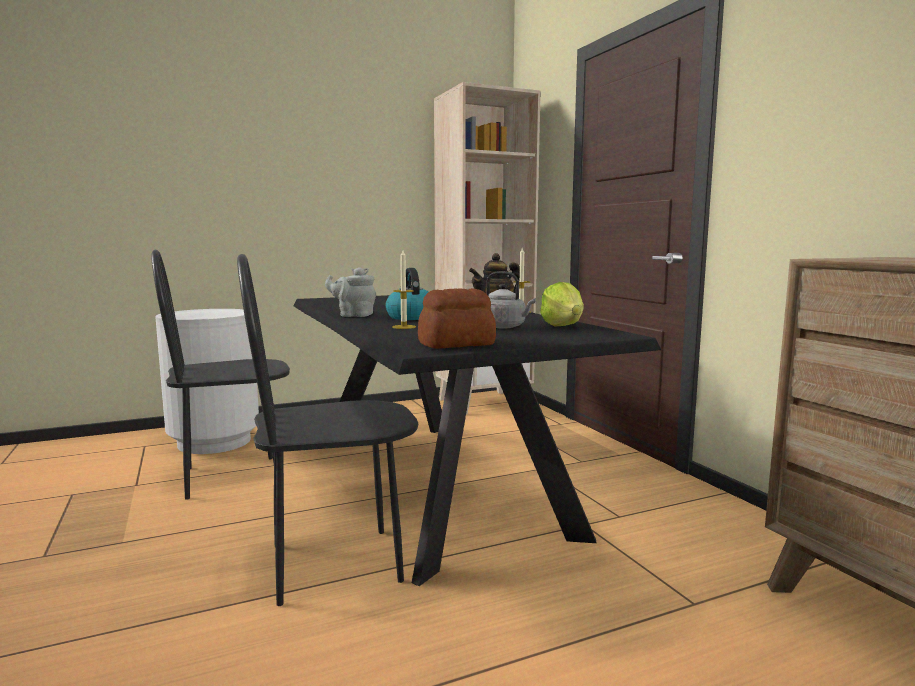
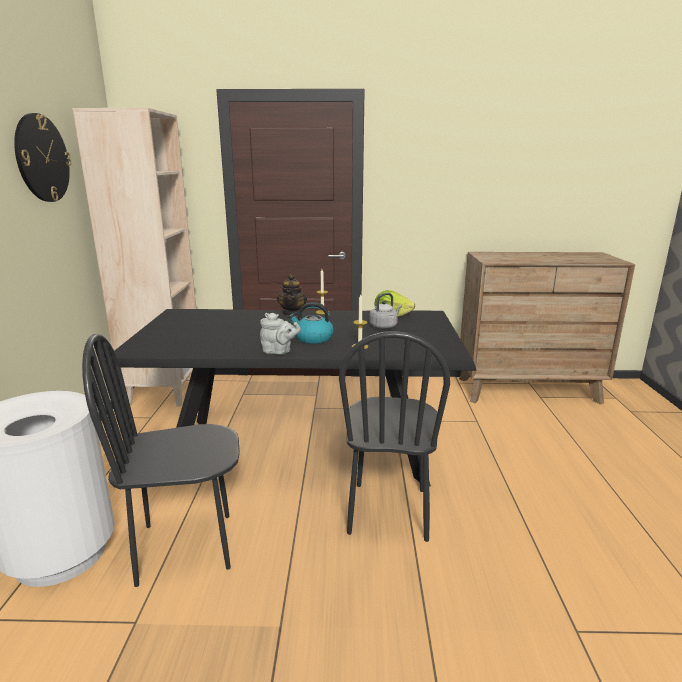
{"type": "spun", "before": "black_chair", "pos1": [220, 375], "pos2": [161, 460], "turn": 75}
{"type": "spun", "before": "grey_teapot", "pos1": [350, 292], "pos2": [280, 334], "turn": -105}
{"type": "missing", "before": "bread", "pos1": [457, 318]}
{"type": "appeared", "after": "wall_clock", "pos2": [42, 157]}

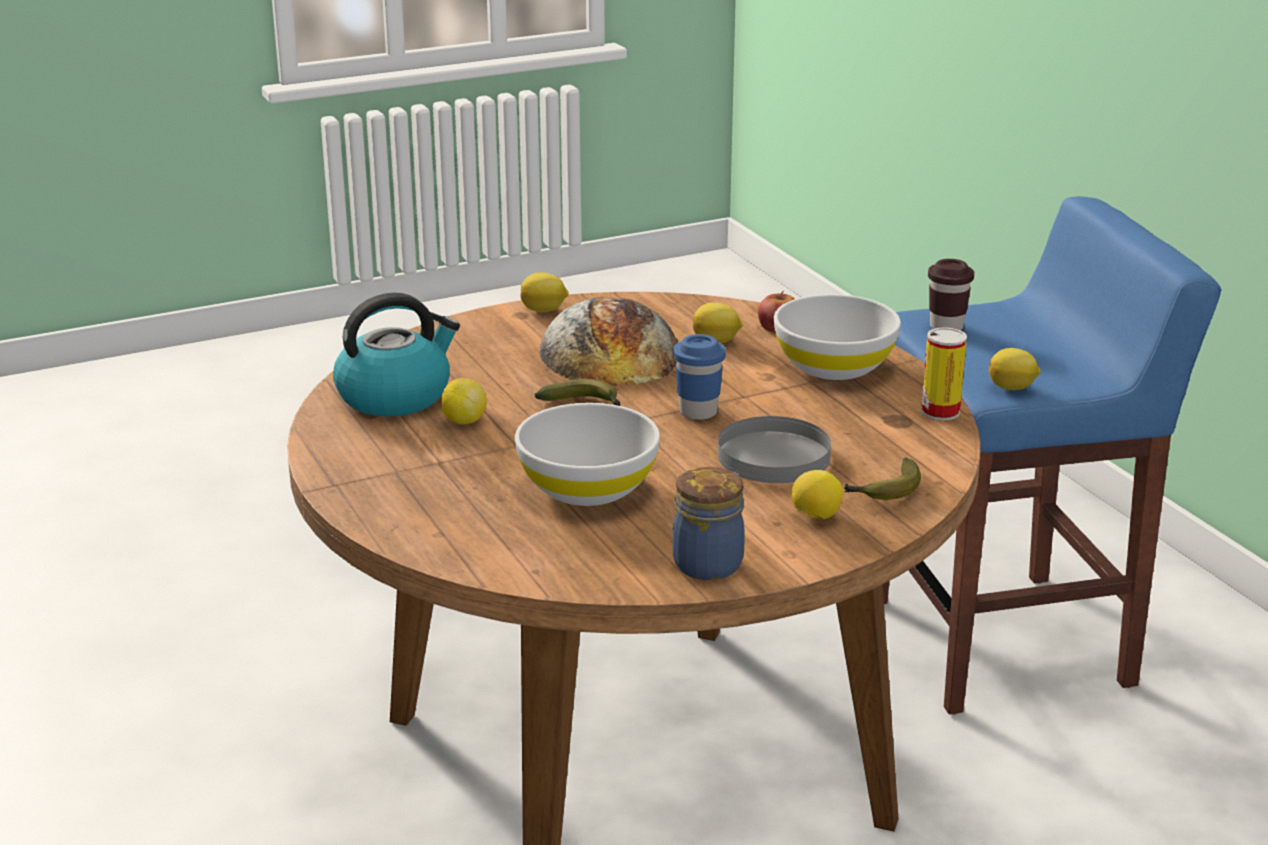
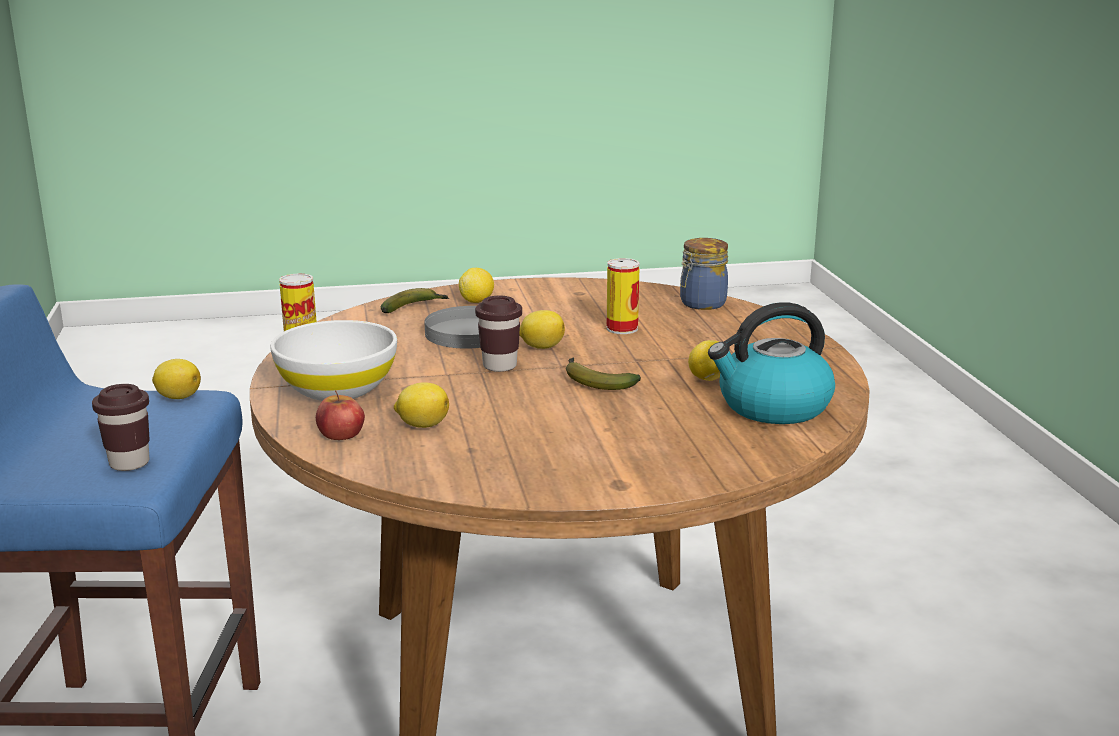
{"type": "exchanged", "before": "white_bowl", "after": "can", "pos1": [587, 454], "pos2": [623, 296]}
{"type": "relocated", "before": "lemon", "pos1": [544, 292], "pos2": [542, 329]}
{"type": "missing", "before": "bread", "pos1": [609, 341]}
{"type": "colour", "before": "blue_cup", "after": "brown_cup", "pos1": [699, 377], "pos2": [498, 334]}
{"type": "relocated", "before": "jar", "pos1": [709, 523], "pos2": [704, 274]}

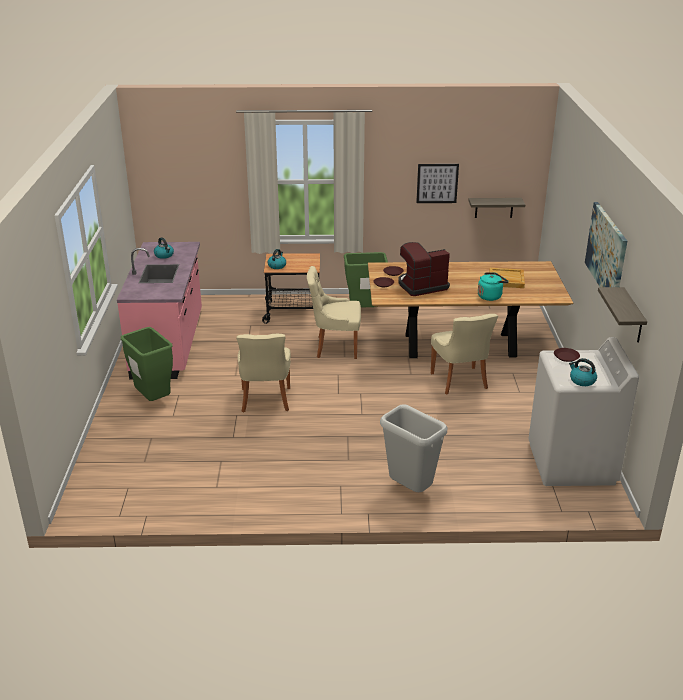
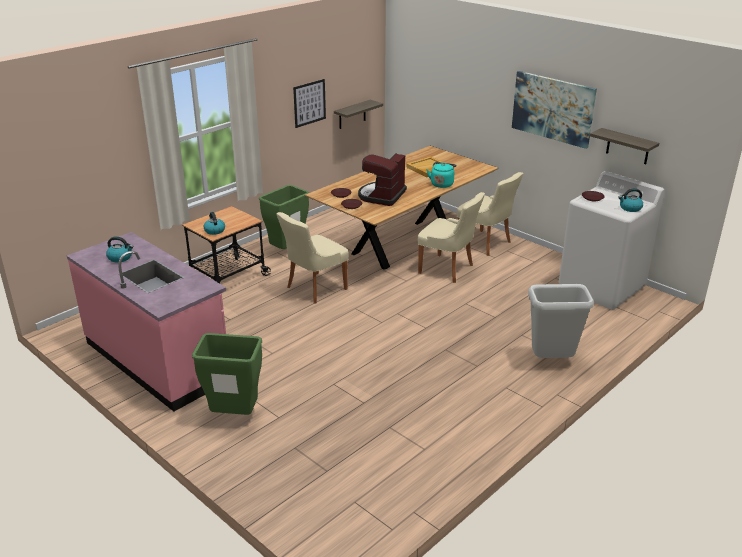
{"type": "relocated", "before": "beige_chair", "pos1": [264, 373], "pos2": [490, 214]}

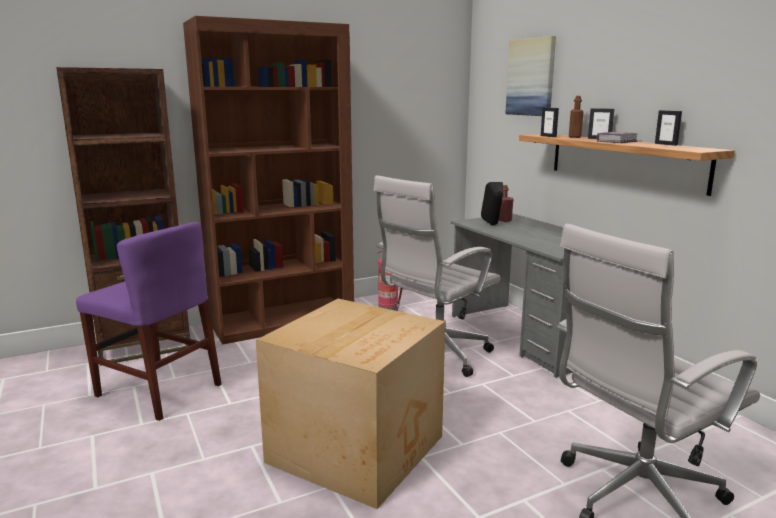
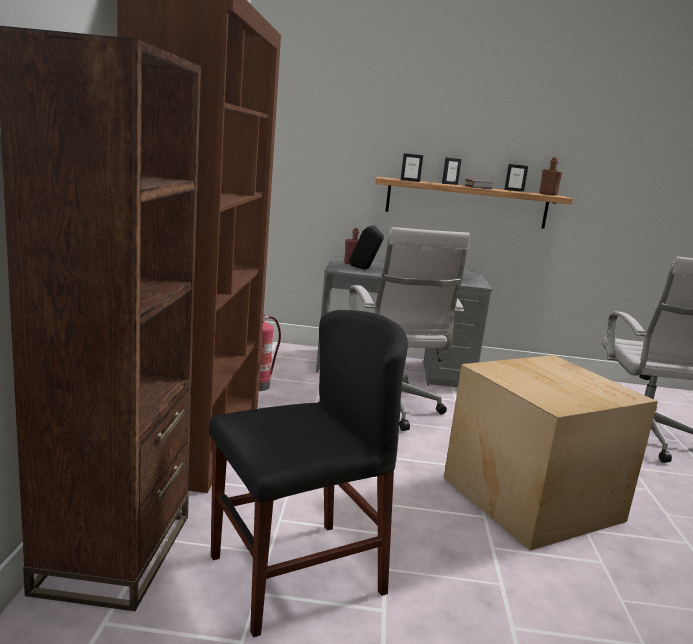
{"type": "colour", "before": "purple_chair", "after": "black_chair", "pos1": [148, 321], "pos2": [308, 473]}
{"type": "missing", "before": "picture", "pos1": [530, 76]}
{"type": "relocated", "before": "brown_bottle", "pos1": [576, 117], "pos2": [550, 176]}

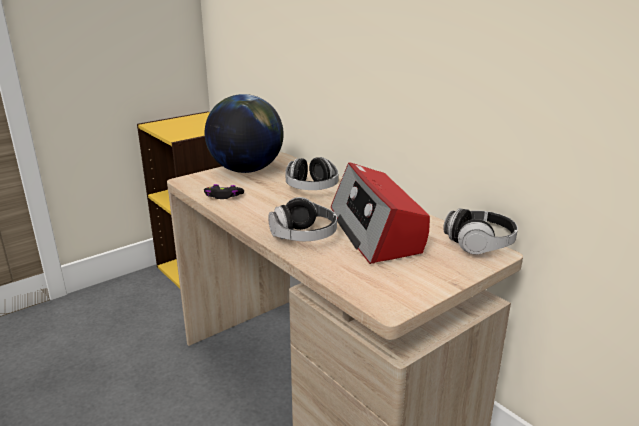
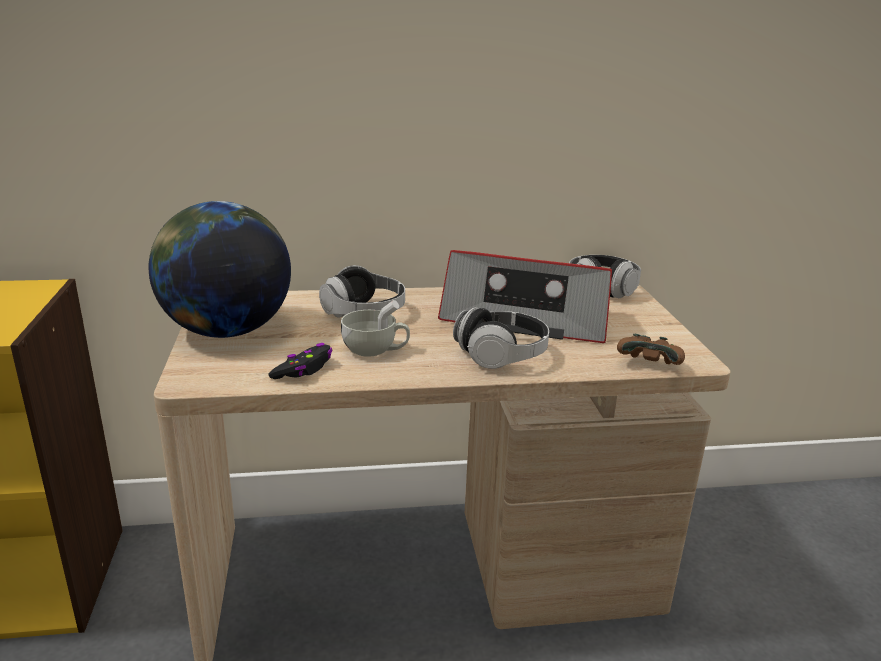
{"type": "appeared", "after": "white_cup", "pos2": [375, 328]}
{"type": "appeared", "after": "brown_game_controller", "pos2": [651, 349]}

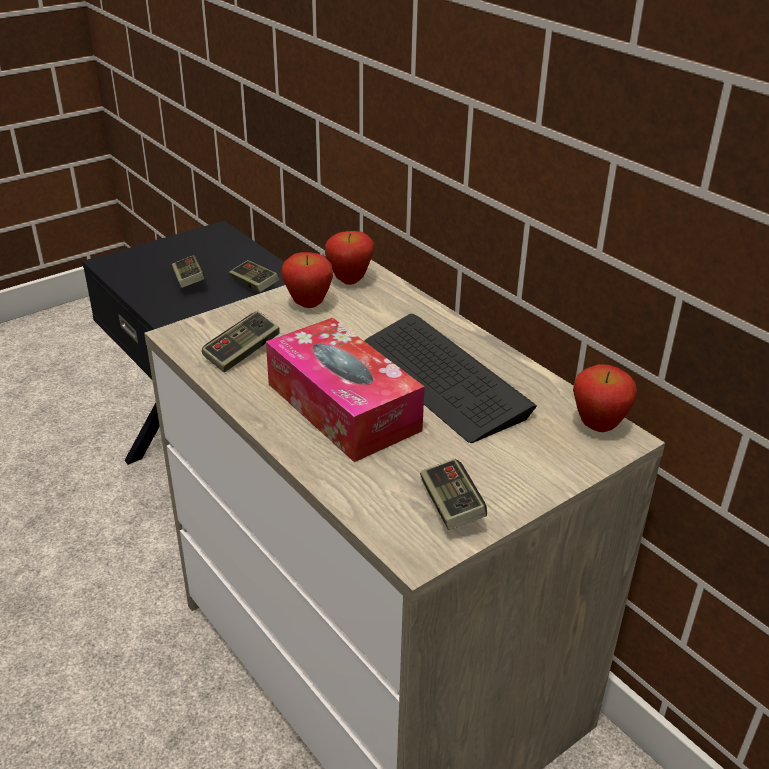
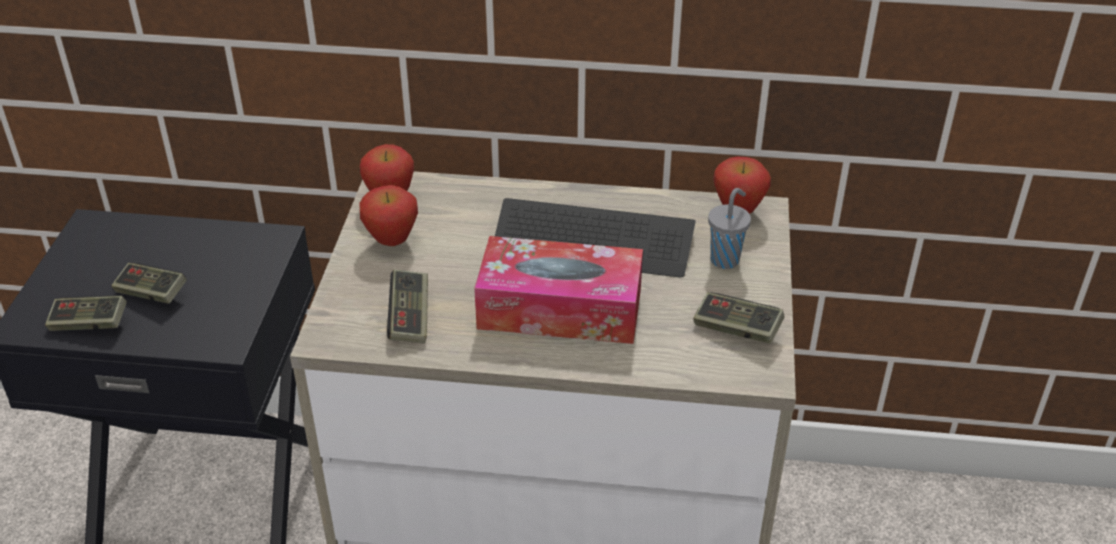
{"type": "relocated", "before": "game_controller", "pos1": [254, 276], "pos2": [86, 313]}
{"type": "appeared", "after": "grey_cup", "pos2": [729, 228]}

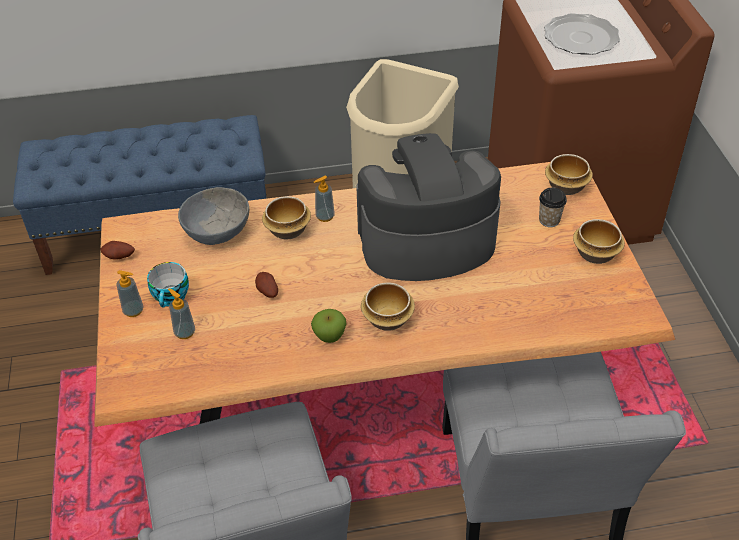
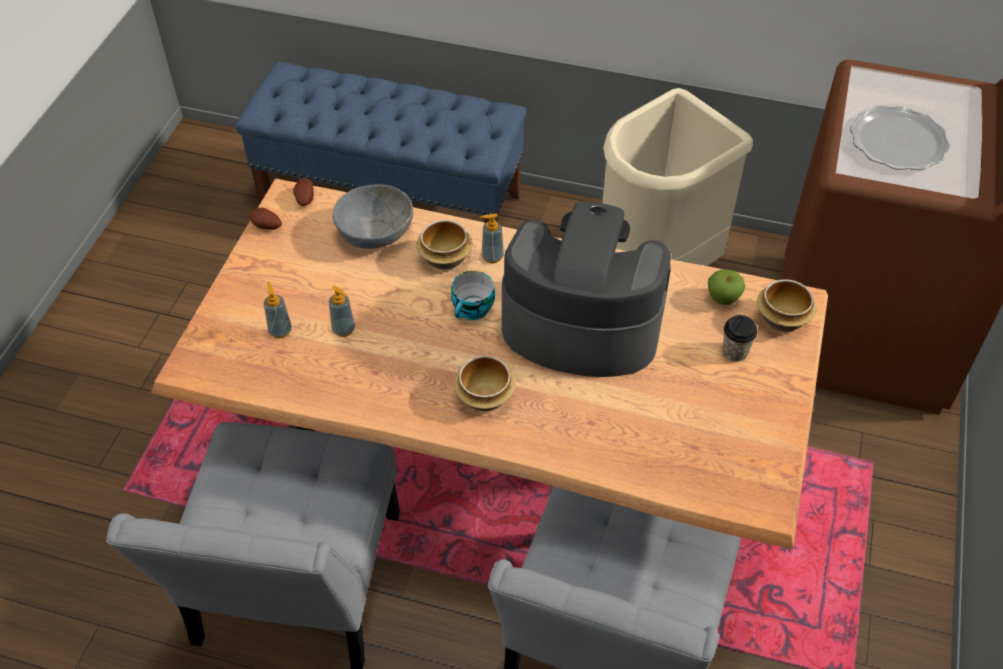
{"type": "relocated", "before": "soap_dispenser", "pos1": [130, 293], "pos2": [342, 311]}
{"type": "relocated", "before": "cup", "pos1": [168, 284], "pos2": [473, 295]}
{"type": "relocated", "before": "potato", "pos1": [266, 285], "pos2": [303, 192]}
{"type": "relocated", "before": "apple", "pos1": [328, 326], "pos2": [726, 287]}
{"type": "missing", "before": "bowl", "pos1": [599, 241]}

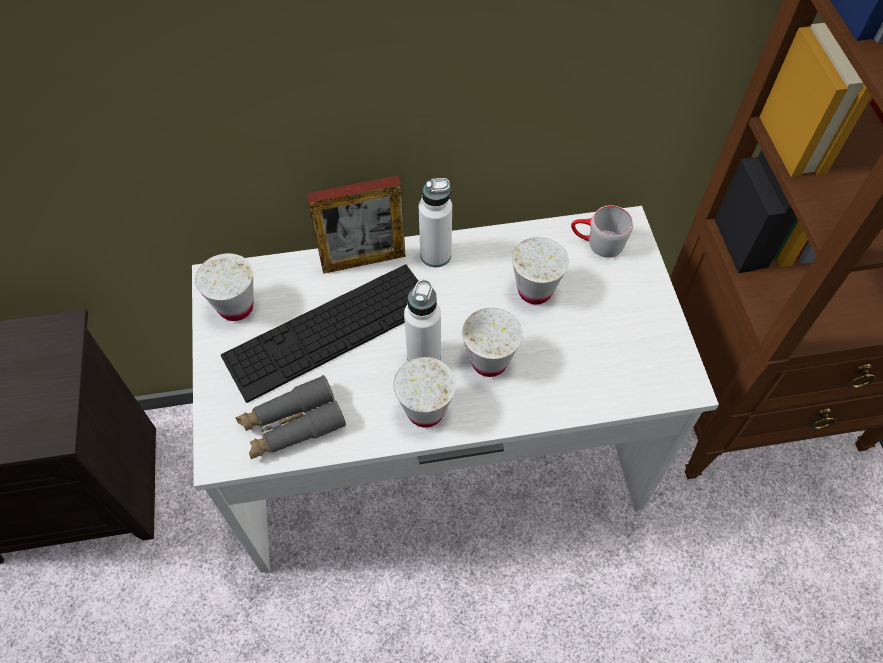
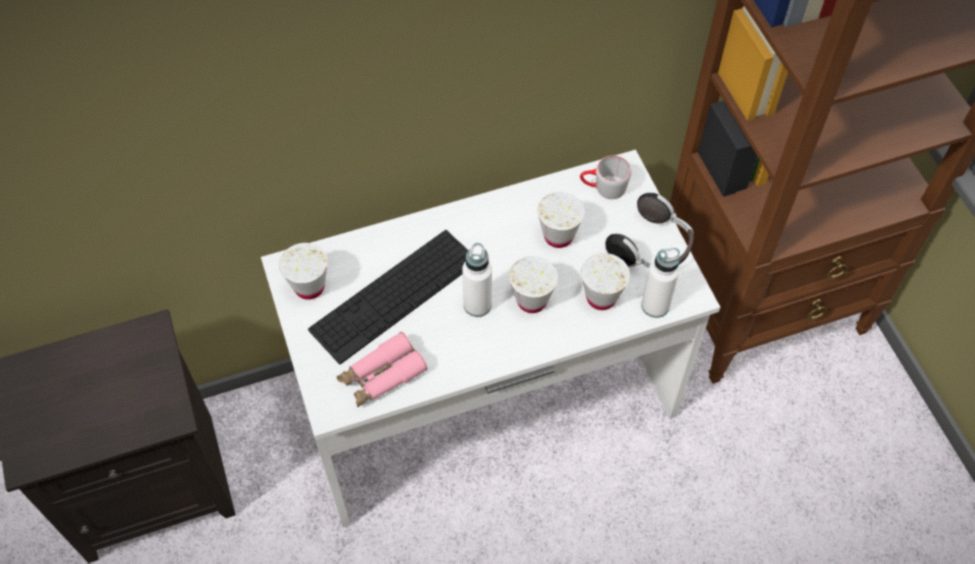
{"type": "colour", "before": "grey_binoculars", "after": "pink_binoculars", "pos1": [290, 417], "pos2": [382, 369]}
{"type": "missing", "before": "picture_frame", "pos1": [355, 225]}
{"type": "relocated", "before": "white_cup", "pos1": [424, 392], "pos2": [605, 281]}
{"type": "relocated", "before": "white_bottle", "pos1": [435, 222], "pos2": [661, 282]}
{"type": "appeared", "after": "headphones", "pos2": [649, 230]}

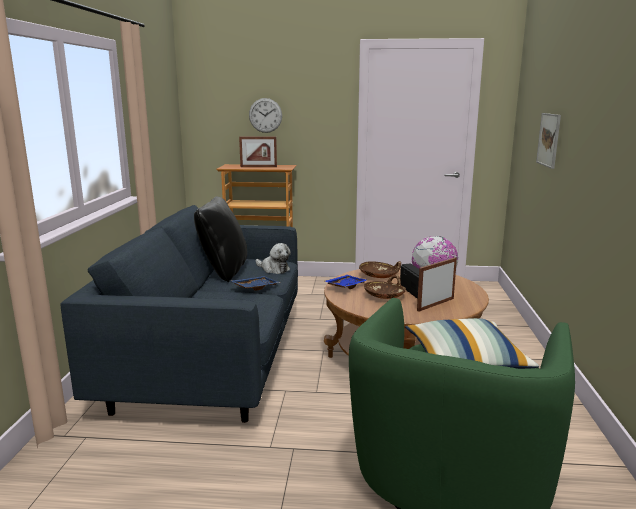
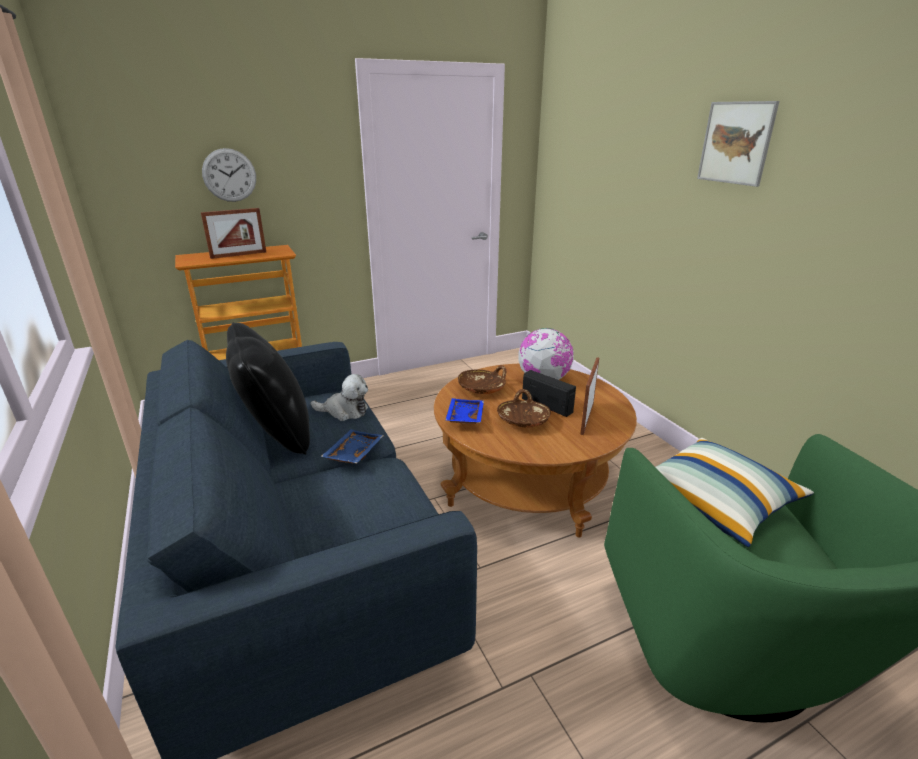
{"type": "relocated", "before": "picture", "pos1": [548, 141], "pos2": [738, 144]}

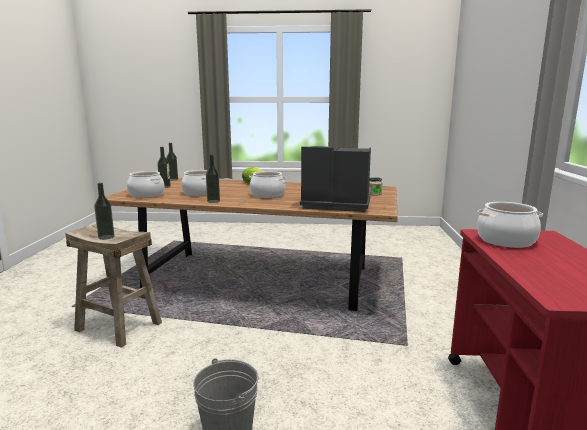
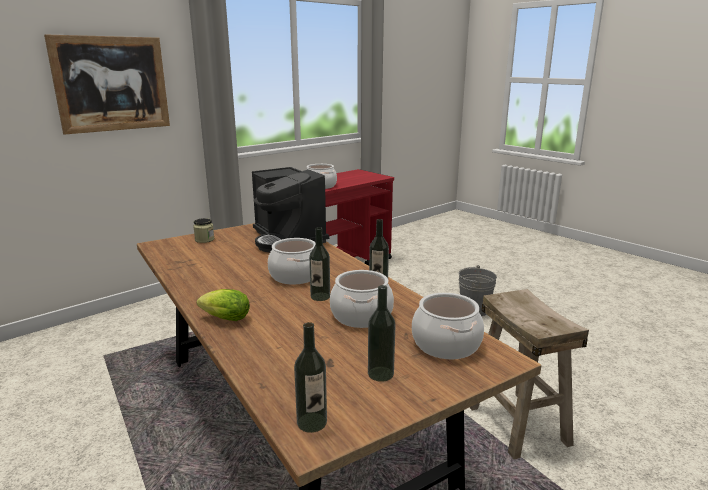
{"type": "relocated", "before": "bottle", "pos1": [104, 211], "pos2": [319, 264]}
{"type": "appeared", "after": "picture", "pos2": [107, 84]}

